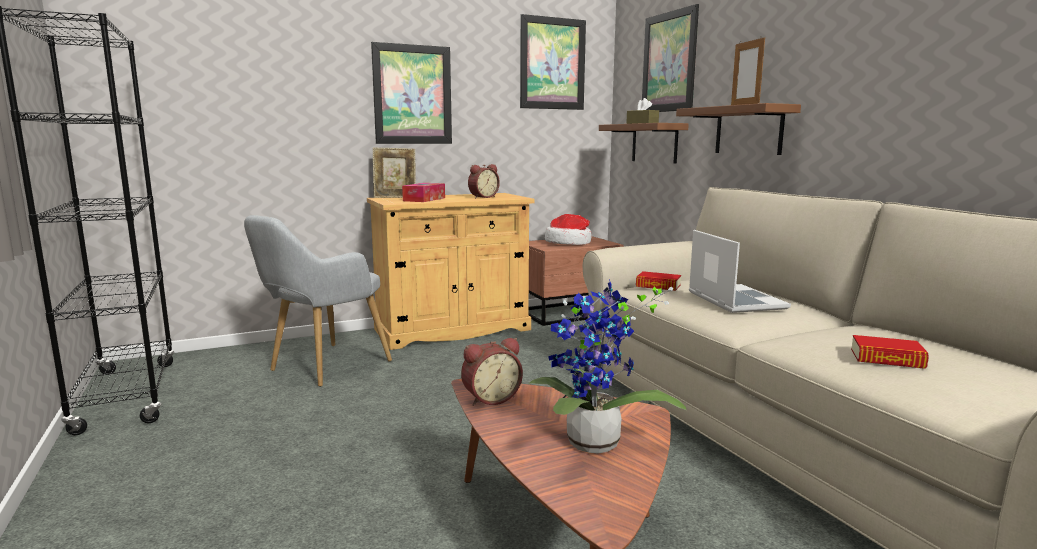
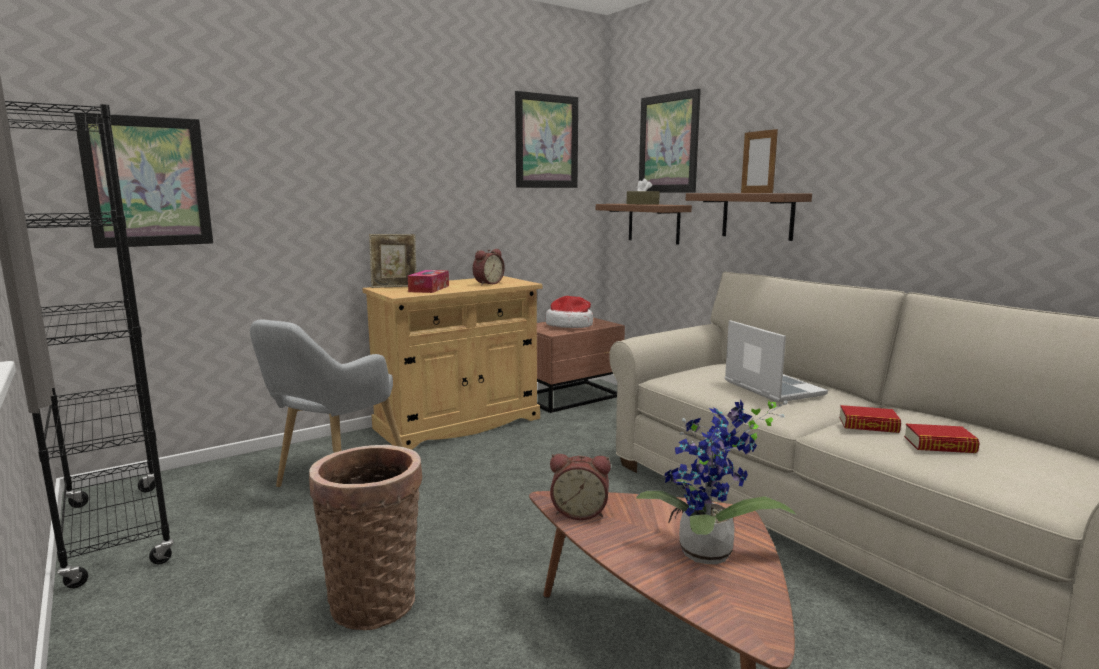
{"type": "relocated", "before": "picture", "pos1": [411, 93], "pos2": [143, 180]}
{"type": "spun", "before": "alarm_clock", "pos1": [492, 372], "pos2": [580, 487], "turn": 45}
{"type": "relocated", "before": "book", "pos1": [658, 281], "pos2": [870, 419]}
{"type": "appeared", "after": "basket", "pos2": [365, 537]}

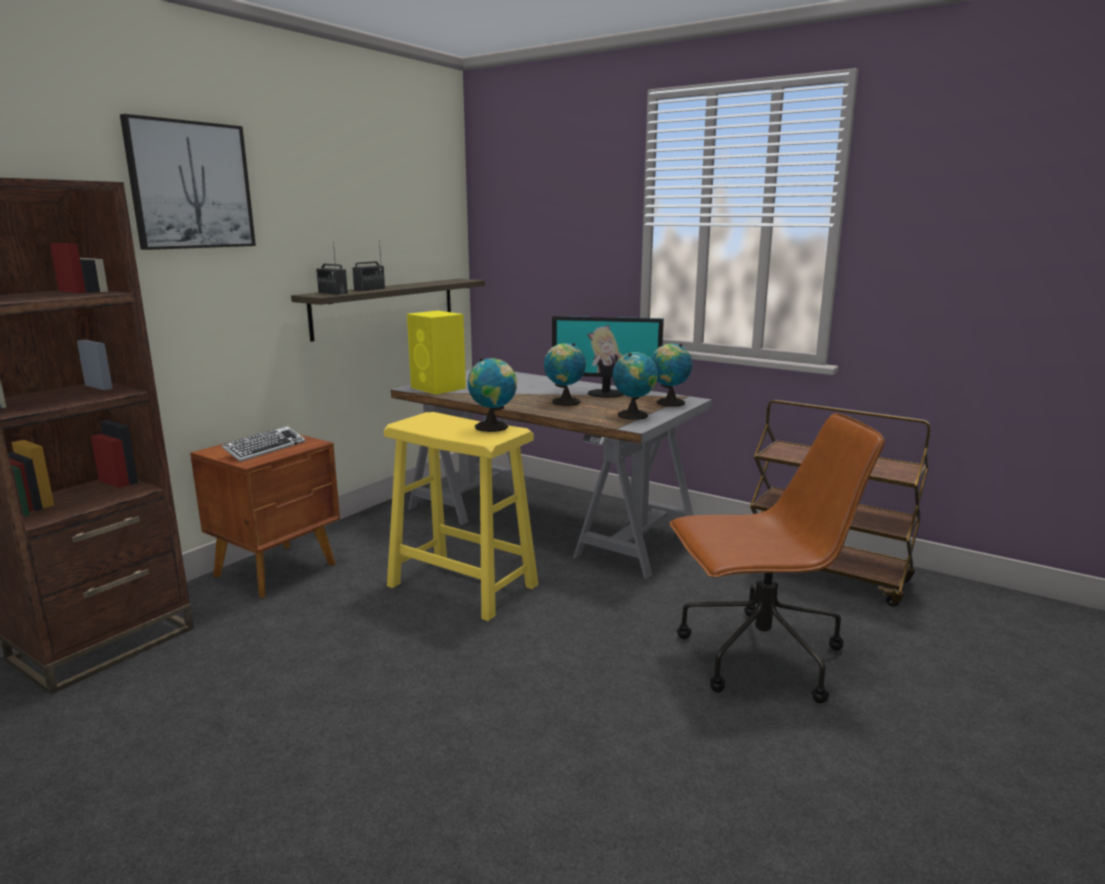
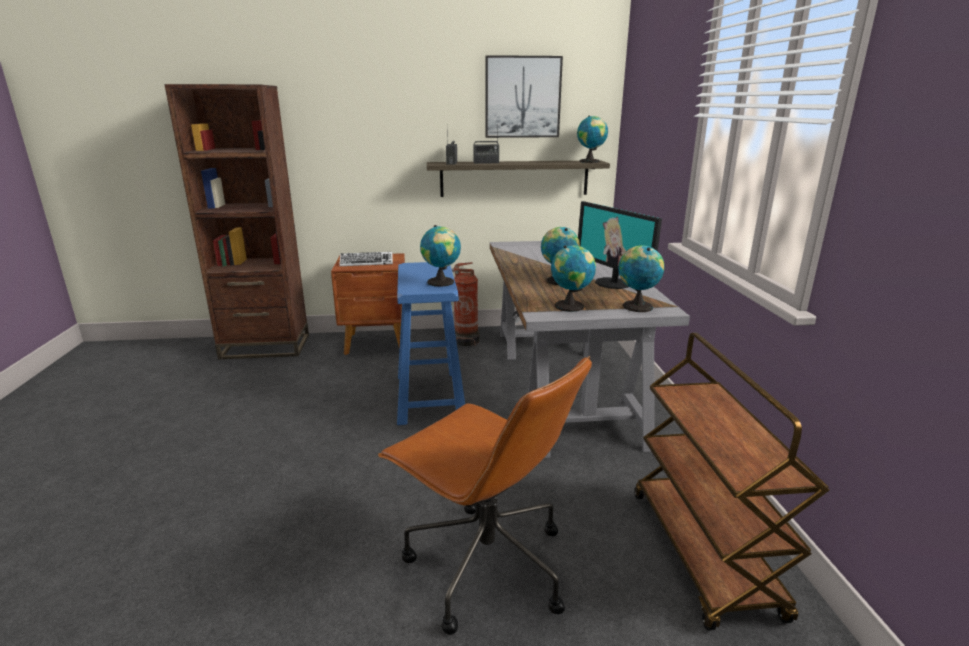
{"type": "relocated", "before": "picture", "pos1": [188, 182], "pos2": [524, 96]}
{"type": "colour", "before": "yellow_stool", "after": "blue_stool", "pos1": [461, 516], "pos2": [431, 343]}
{"type": "missing", "before": "yellow_speaker", "pos1": [436, 353]}
{"type": "appeared", "after": "fire_extinguisher", "pos2": [466, 304]}
{"type": "appeared", "after": "globe", "pos2": [592, 139]}

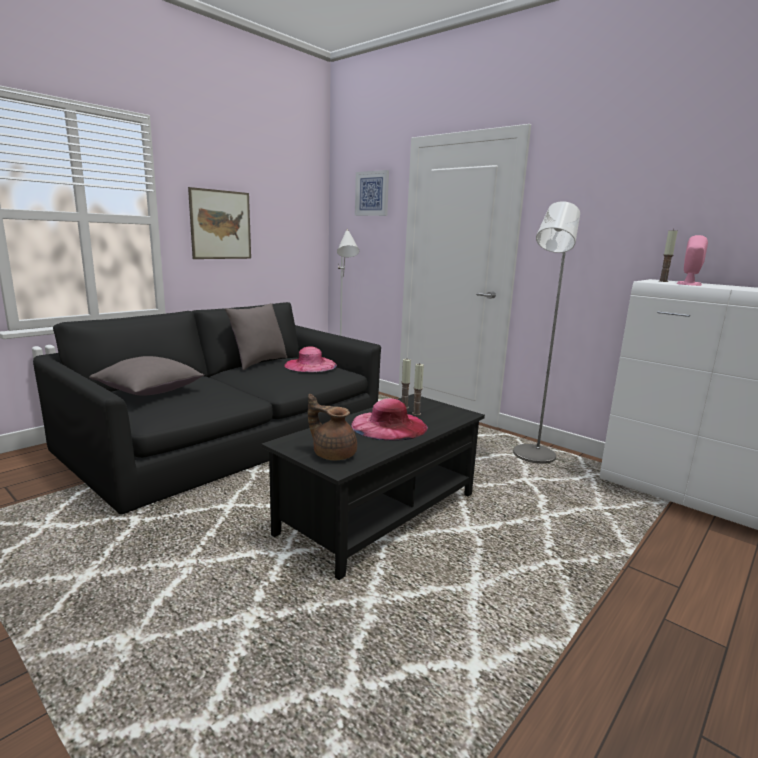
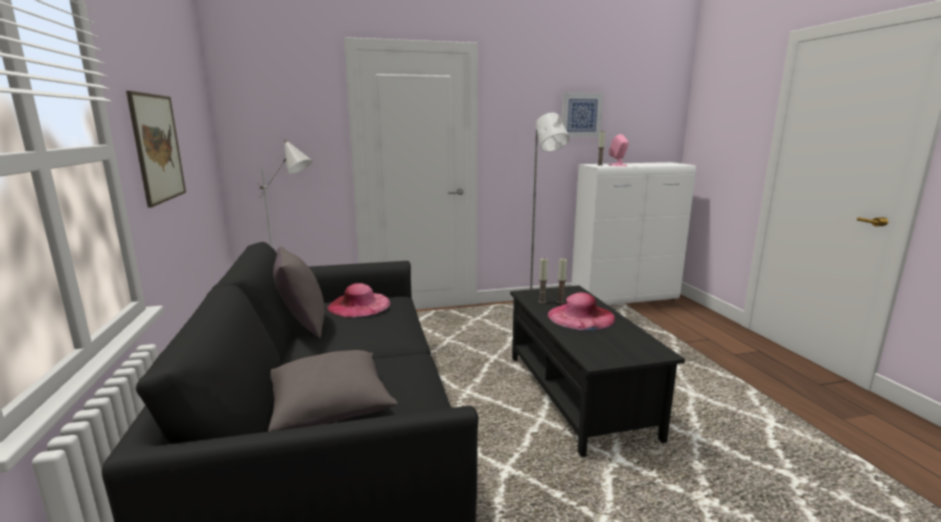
{"type": "missing", "before": "brown_teapot", "pos1": [332, 427]}
{"type": "relocated", "before": "picture", "pos1": [372, 193], "pos2": [582, 114]}

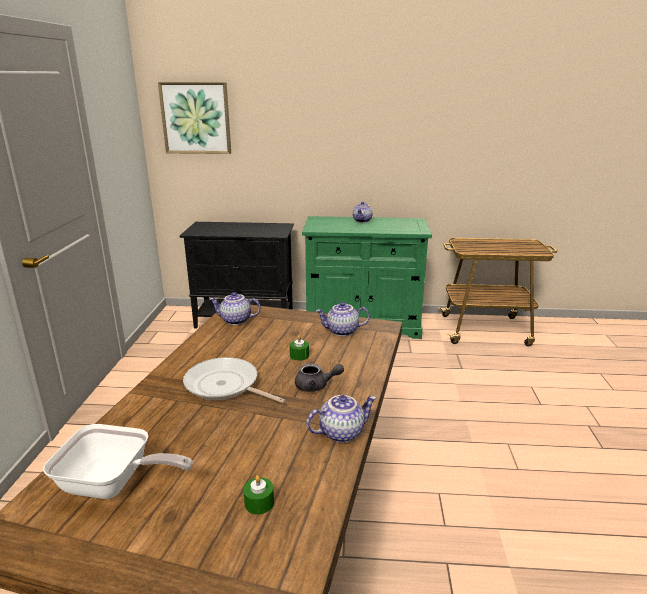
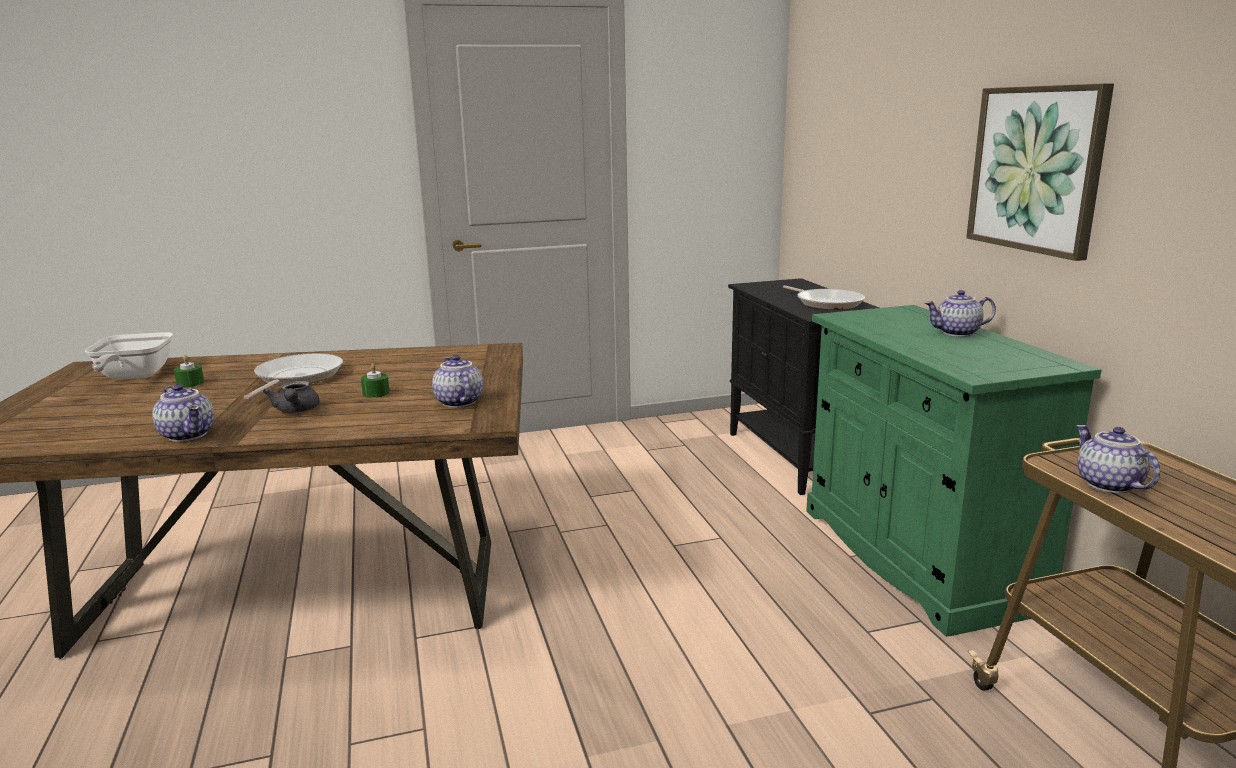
{"type": "relocated", "before": "picture", "pos1": [194, 118], "pos2": [1040, 172]}
{"type": "relocated", "before": "teapot", "pos1": [235, 308], "pos2": [1118, 459]}
{"type": "relocated", "before": "green_candle", "pos1": [258, 495], "pos2": [189, 371]}
{"type": "appeared", "after": "frying_pan", "pos2": [824, 297]}

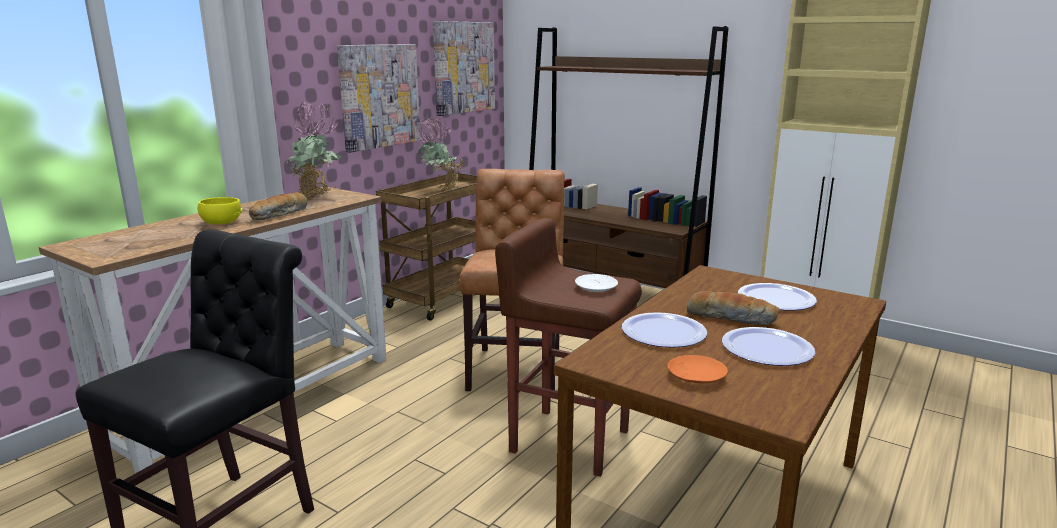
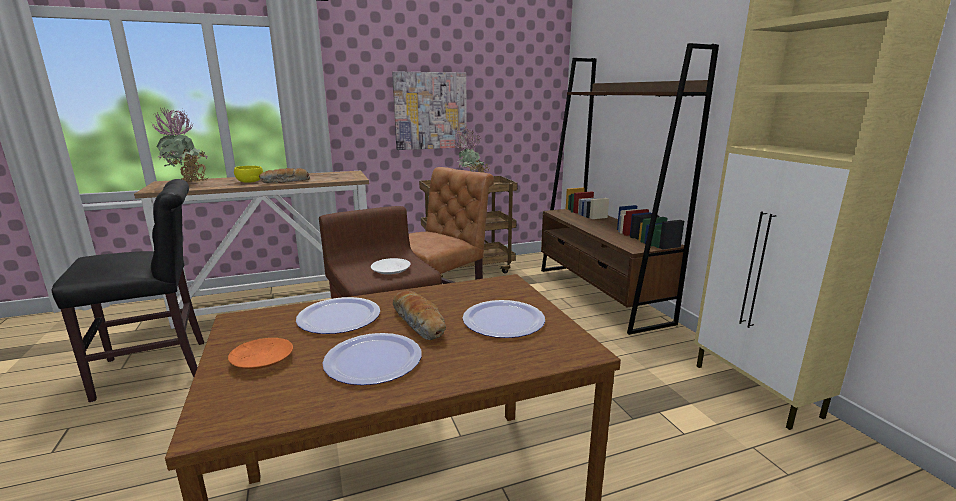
{"type": "relocated", "before": "potted_plant", "pos1": [313, 149], "pos2": [179, 145]}
{"type": "missing", "before": "picture", "pos1": [464, 68]}

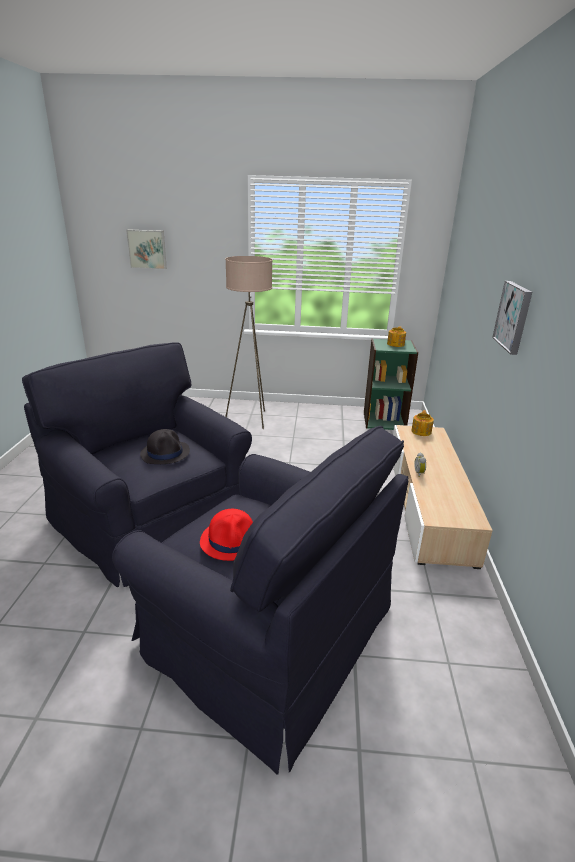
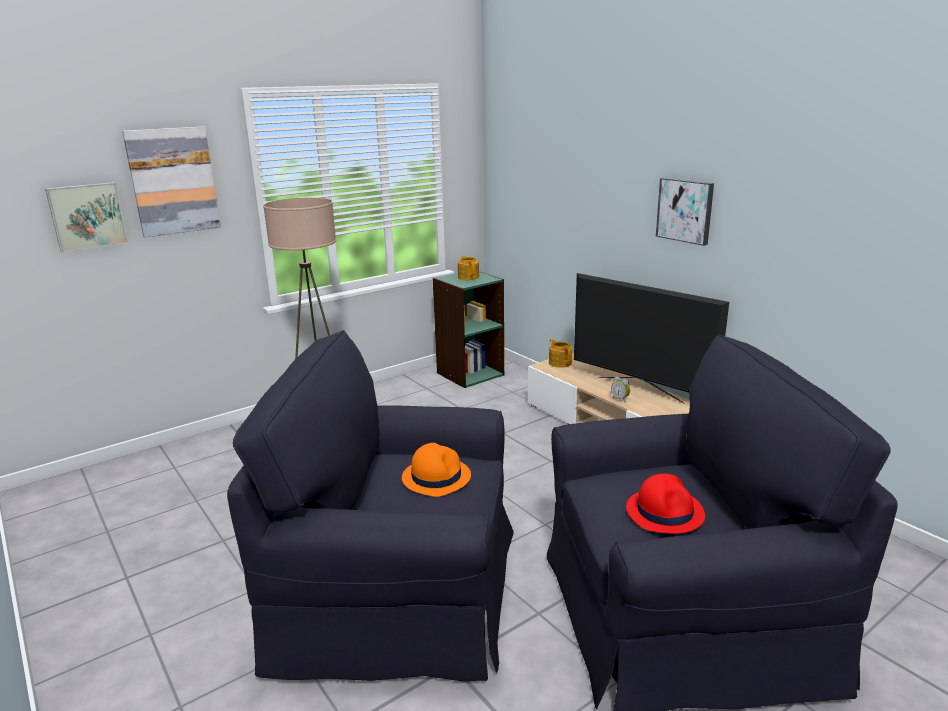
{"type": "colour", "before": "black_hat", "after": "orange_hat", "pos1": [165, 446], "pos2": [436, 470]}
{"type": "appeared", "after": "picture", "pos2": [171, 182]}
{"type": "appeared", "after": "television", "pos2": [651, 338]}

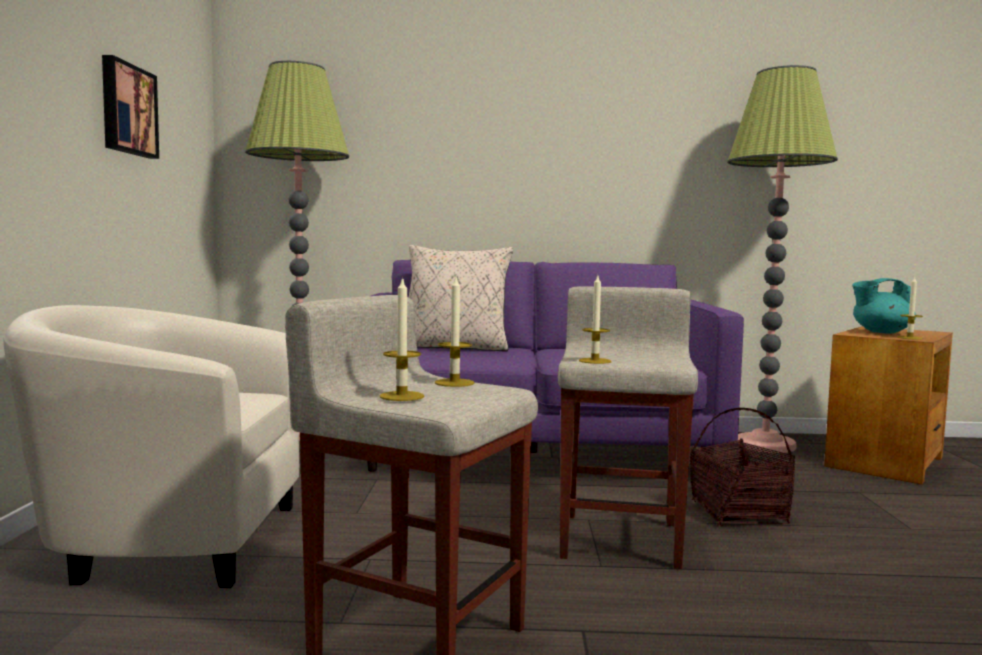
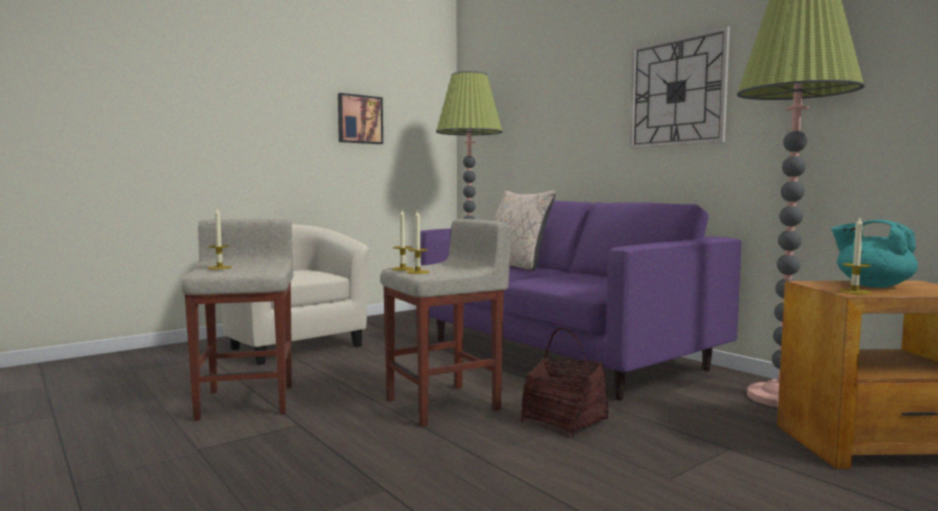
{"type": "relocated", "before": "candle", "pos1": [455, 332], "pos2": [418, 241]}
{"type": "appeared", "after": "wall_clock", "pos2": [680, 87]}

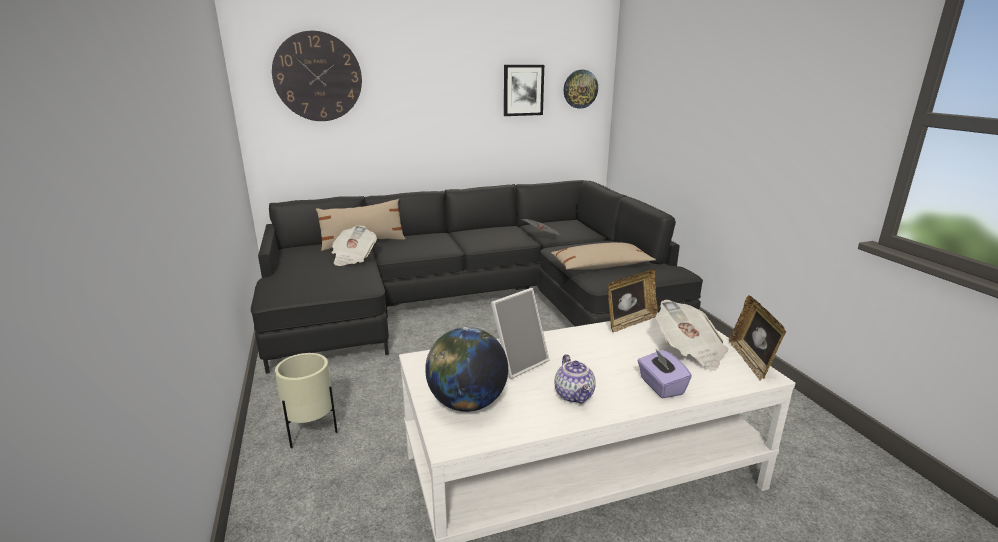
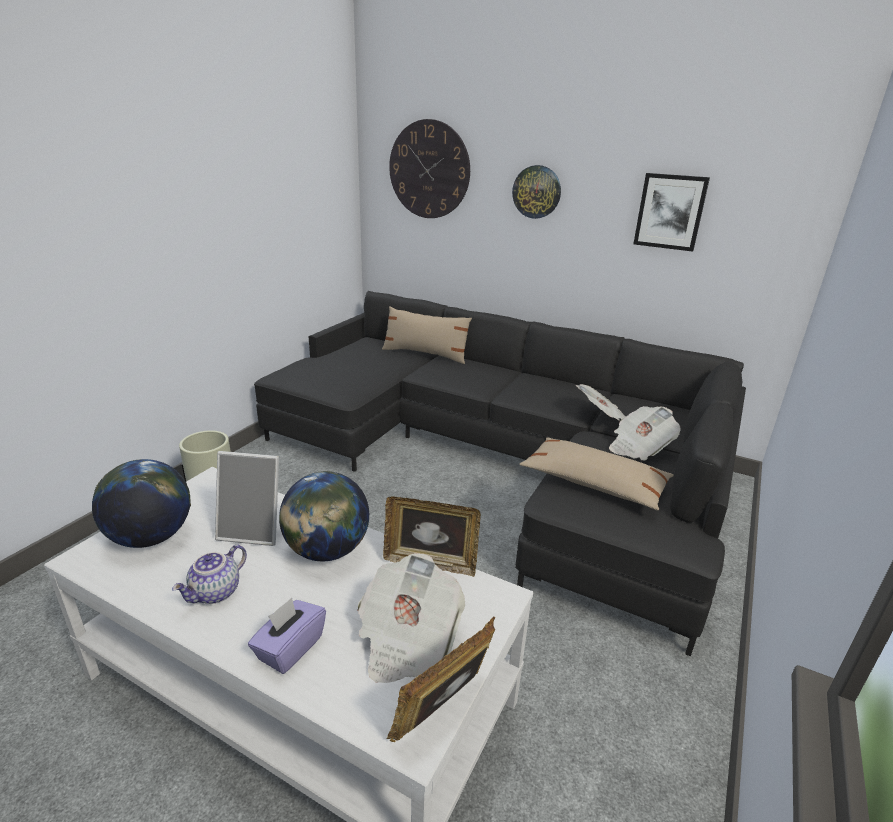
{"type": "relocated", "before": "newspaper", "pos1": [354, 245], "pos2": [645, 433]}
{"type": "relocated", "before": "wall_clock", "pos1": [581, 89], "pos2": [536, 192]}
{"type": "appeared", "after": "globe", "pos2": [324, 516]}

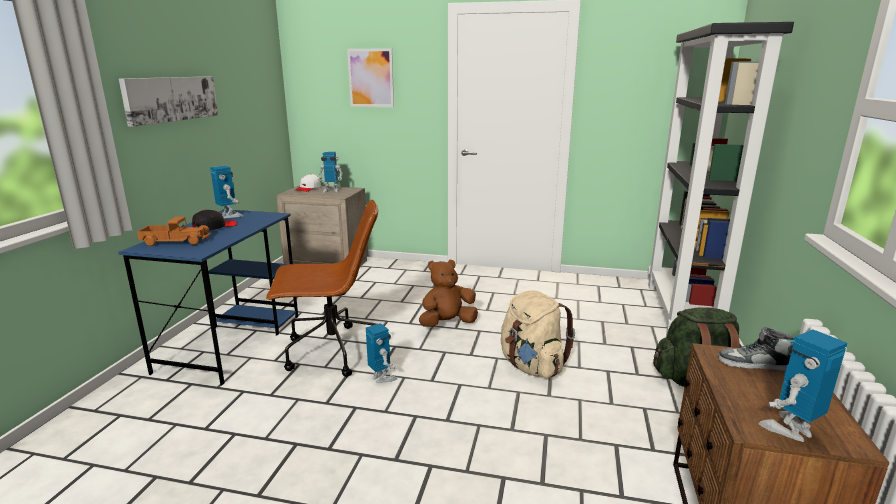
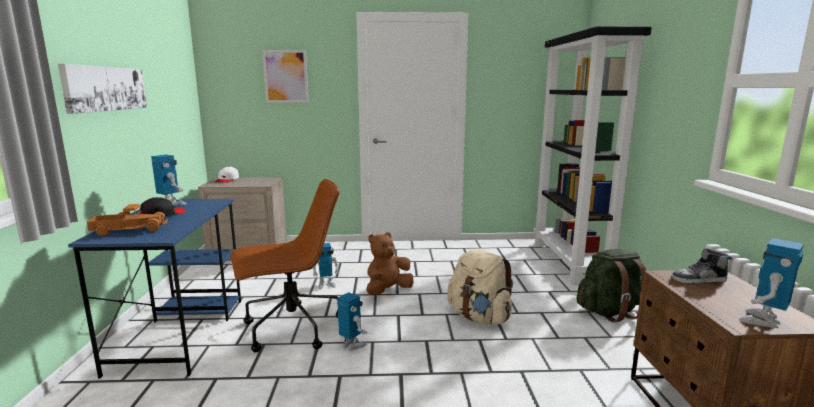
{"type": "relocated", "before": "toy_robot", "pos1": [330, 172], "pos2": [325, 266]}

